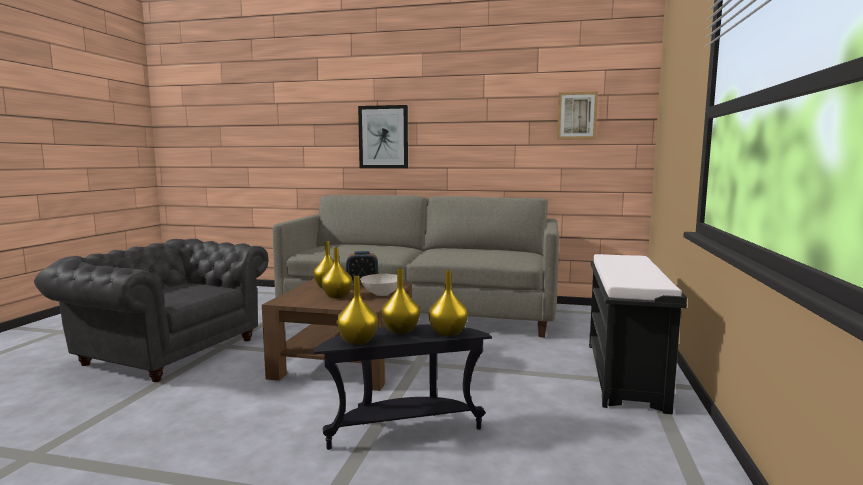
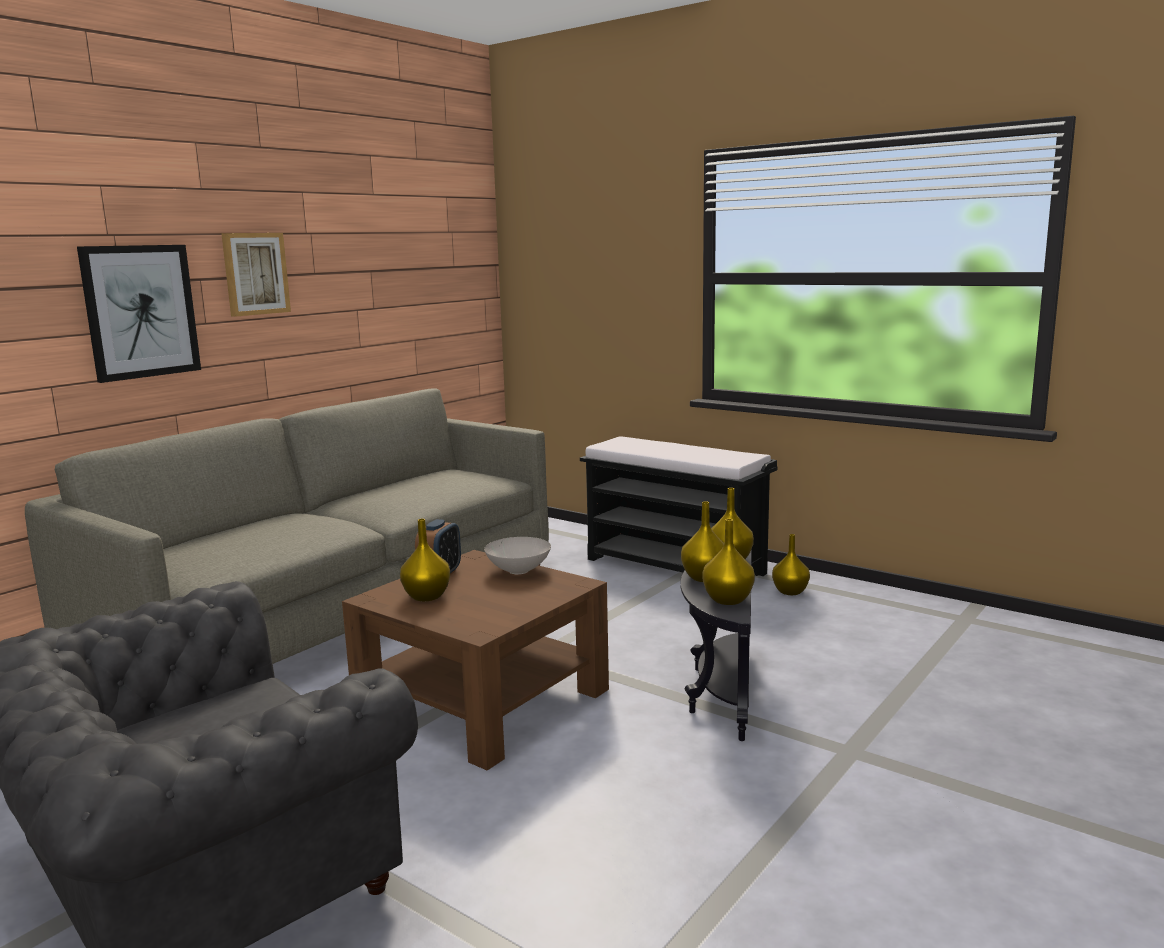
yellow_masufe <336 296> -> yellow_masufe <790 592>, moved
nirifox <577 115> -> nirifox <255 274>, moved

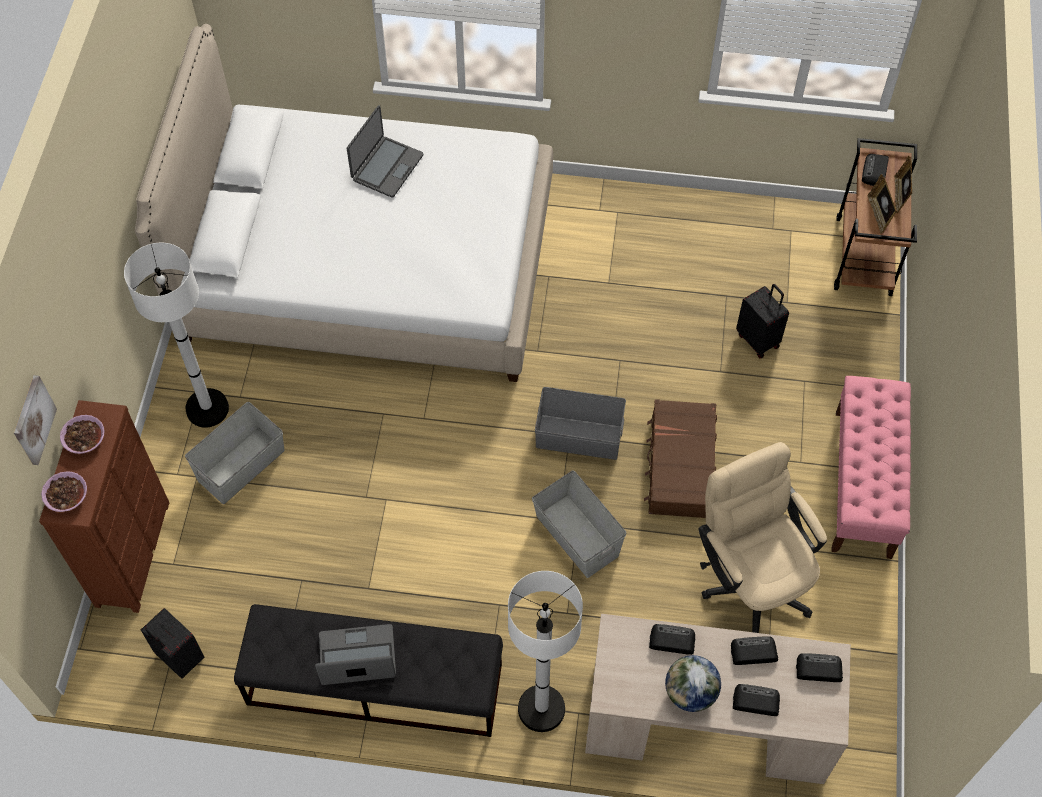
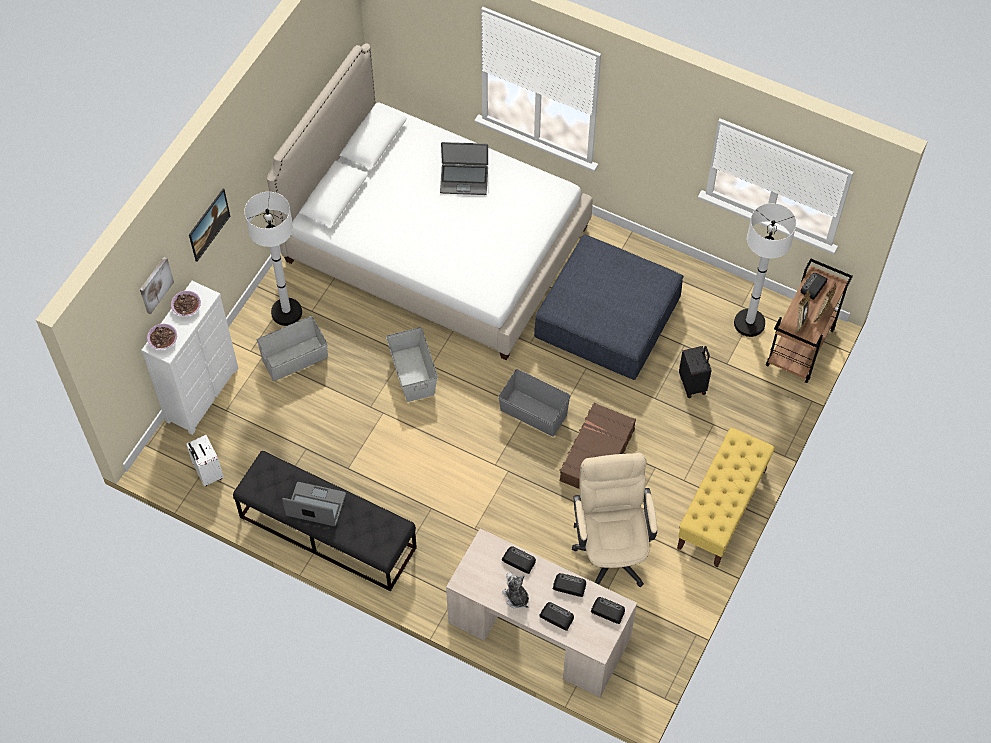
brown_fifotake <134 553> -> white_fifotake <203 395>
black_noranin <179 658> -> white_noranin <207 473>
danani <386 167> -> danani <464 179>, 45 degrees clockwise
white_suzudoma <541 709> -> white_suzudoma <749 323>, moved
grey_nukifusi <577 536> -> grey_nukifusi <412 374>, moved
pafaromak <690 693> -> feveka <516 597>
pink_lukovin <863 484> -> yellow_lukovin <721 509>
none -> nirifox <210 231>
none -> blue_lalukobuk <607 318>

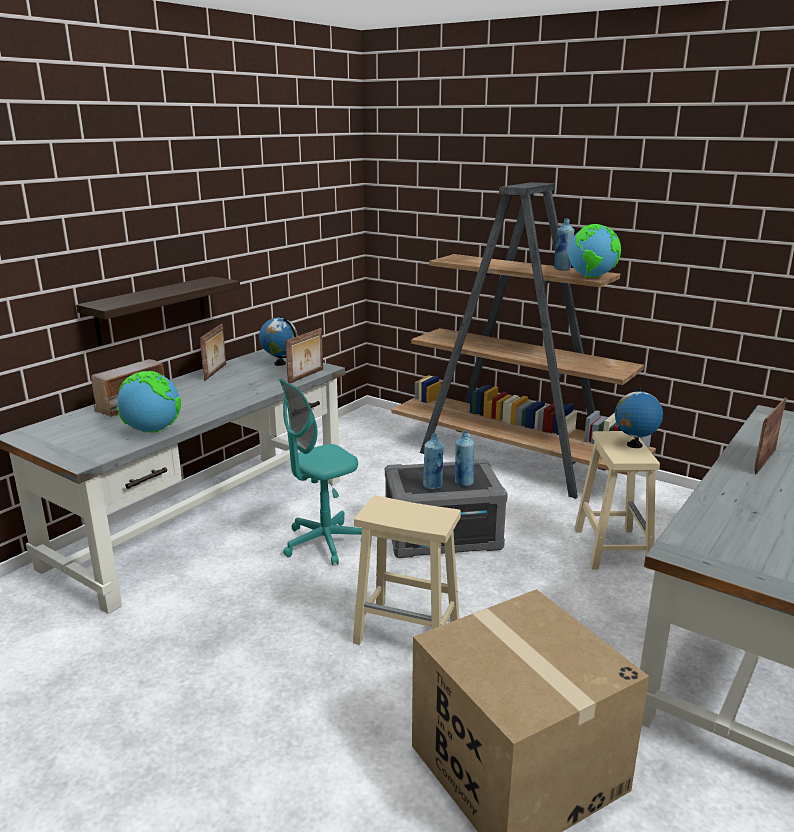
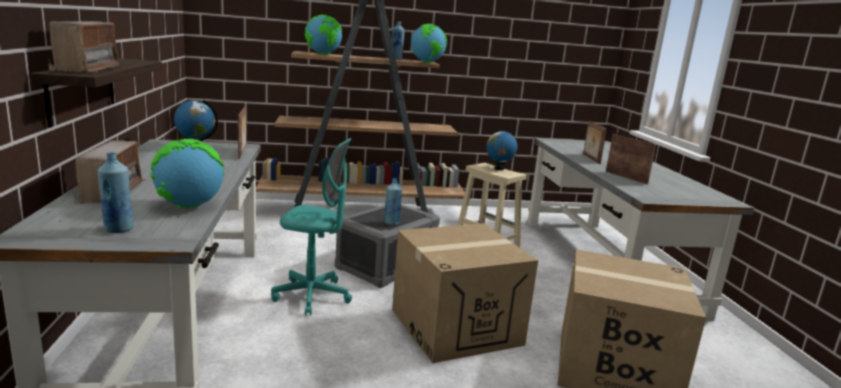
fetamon <216 372> -> fetamon <626 177>, moved
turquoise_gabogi <324 543> -> turquoise_gabogi <312 296>, 90 degrees counterclockwise
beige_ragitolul <409 631> -> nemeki <456 326>
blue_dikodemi <463 483> -> blue_dikodemi <118 229>, moved
none -> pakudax <88 69>
none -> pafaromak <323 54>

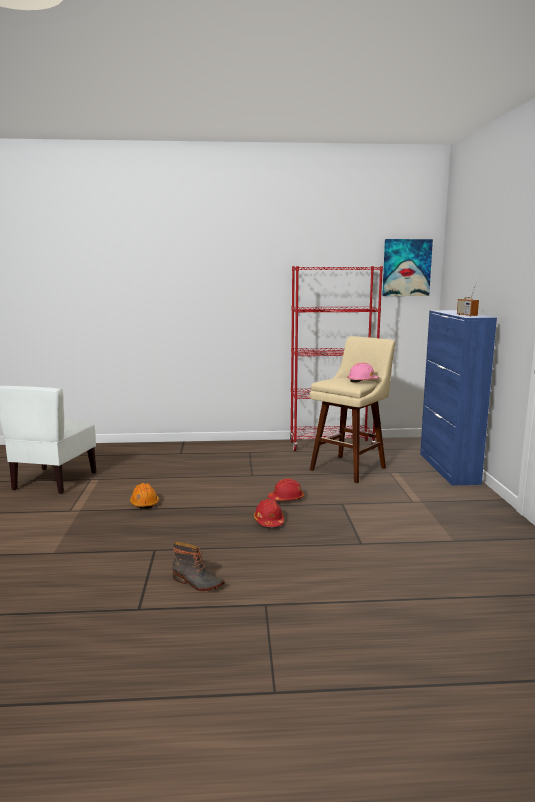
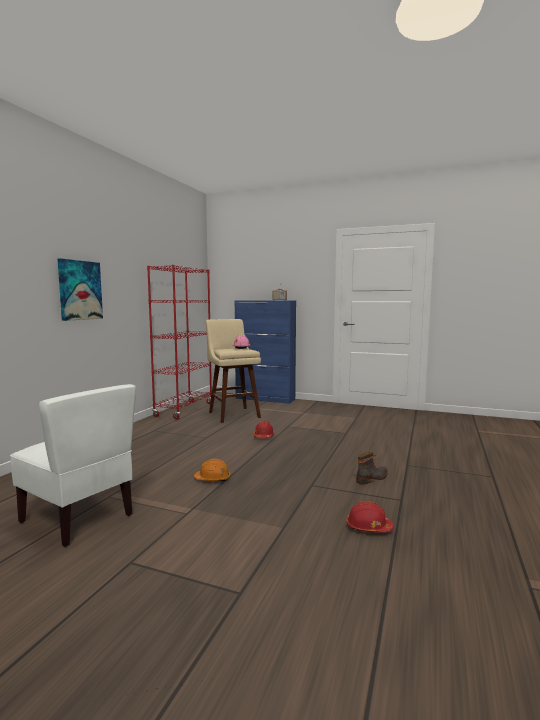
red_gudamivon <269 521> -> red_gudamivon <368 527>, moved
nirifox <406 267> -> nirifox <80 290>, moved

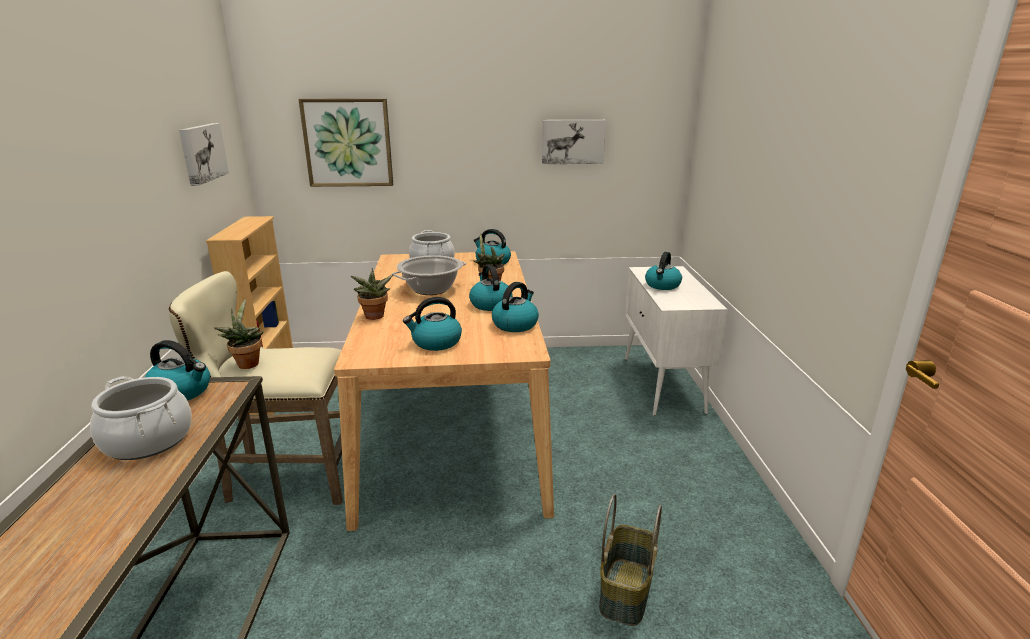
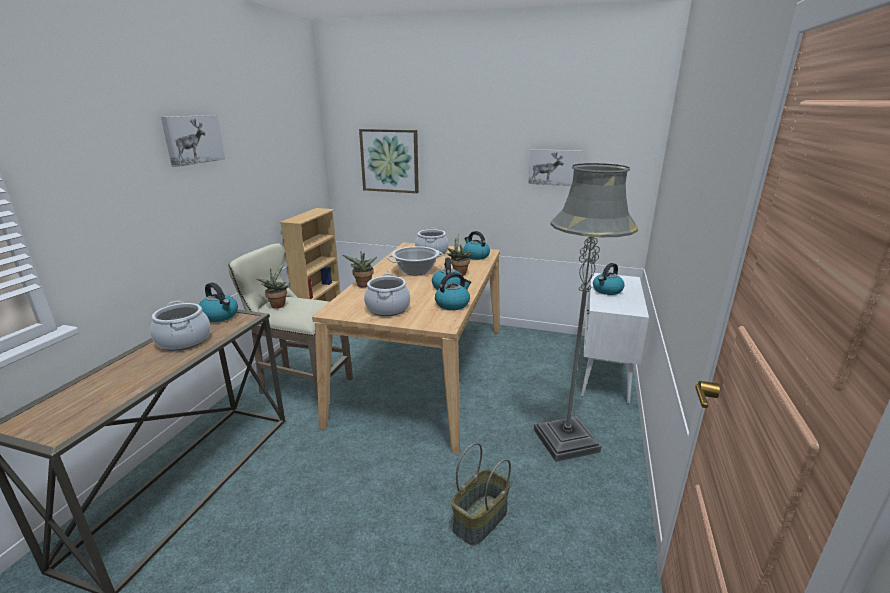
nirifox <202 153> -> nirifox <192 139>, moved
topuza <436 342> -> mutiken <388 309>
none -> grey_suzudoma <566 440>

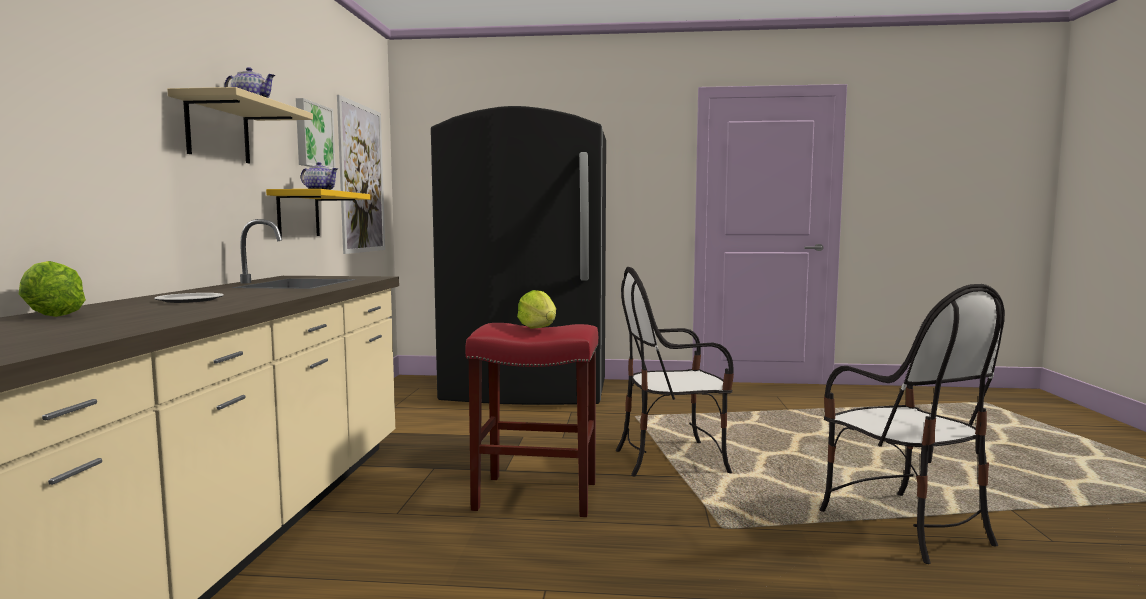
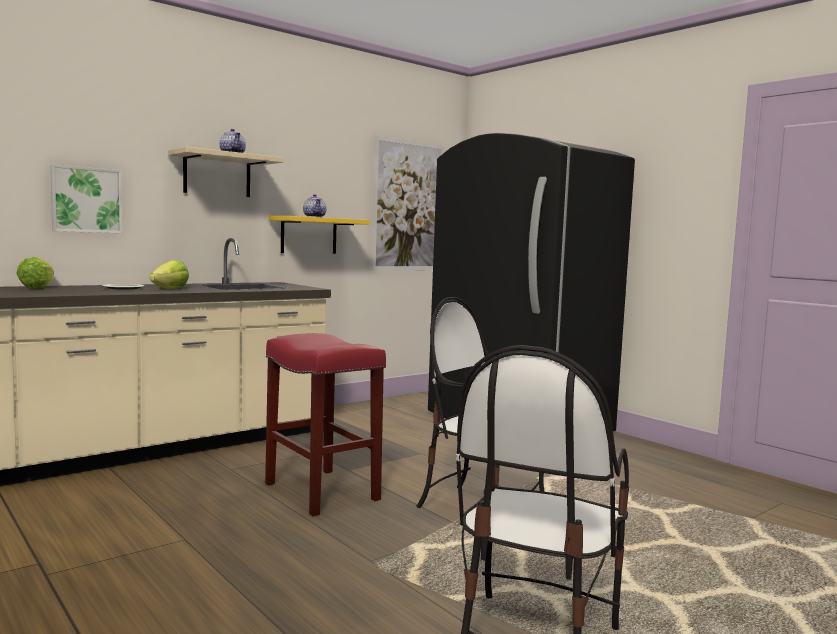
nirifox <313 135> -> nirifox <86 200>, moved
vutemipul <539 328> -> vutemipul <170 289>, moved

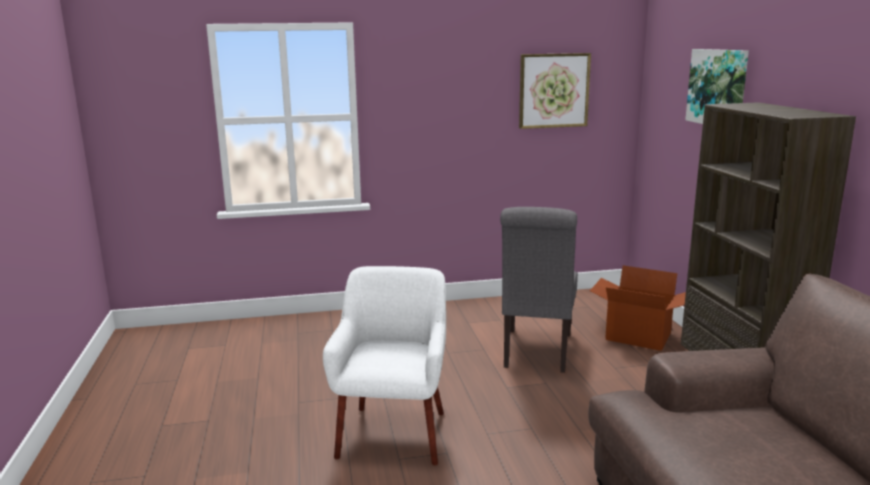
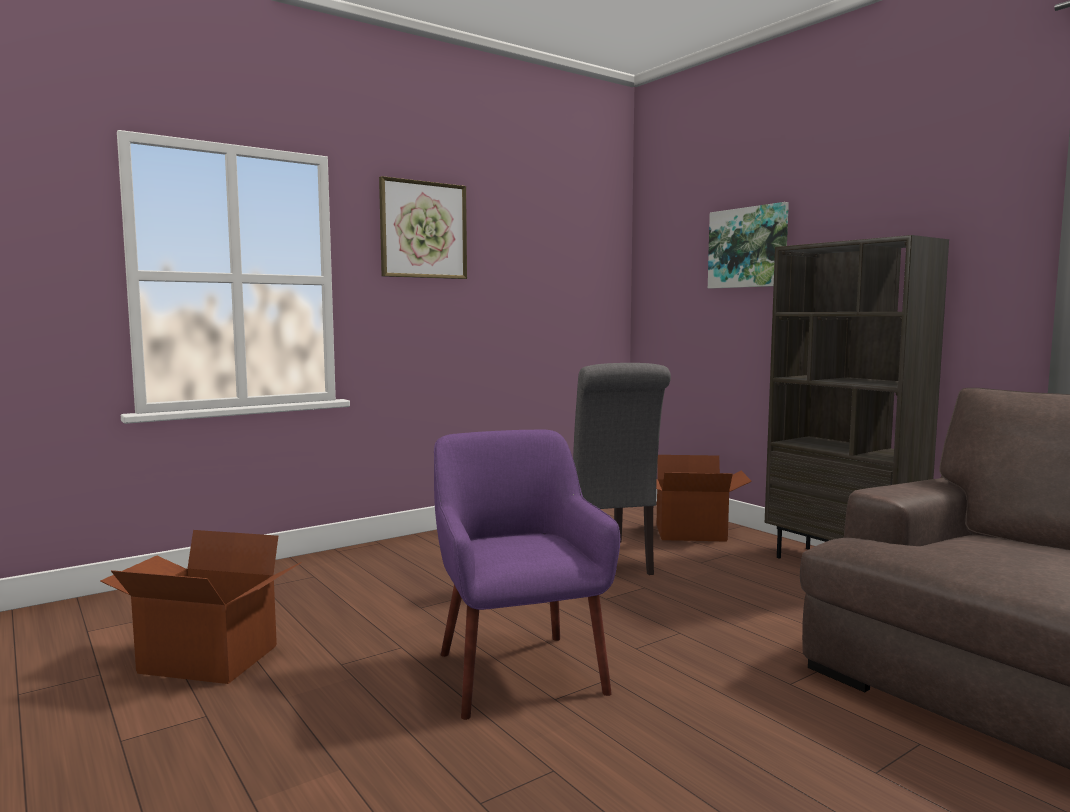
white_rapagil <394 433> -> purple_rapagil <518 672>
nirifox <554 90> -> nirifox <423 230>, moved
none -> nemeki <207 660>

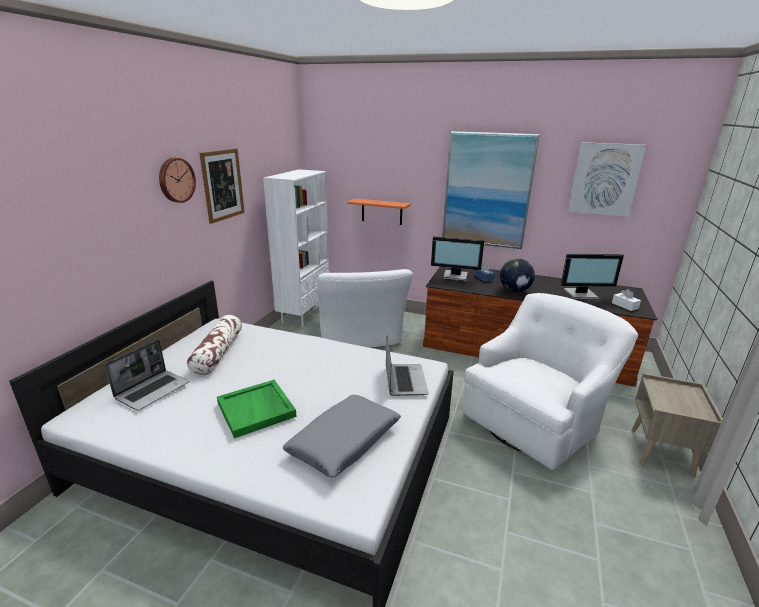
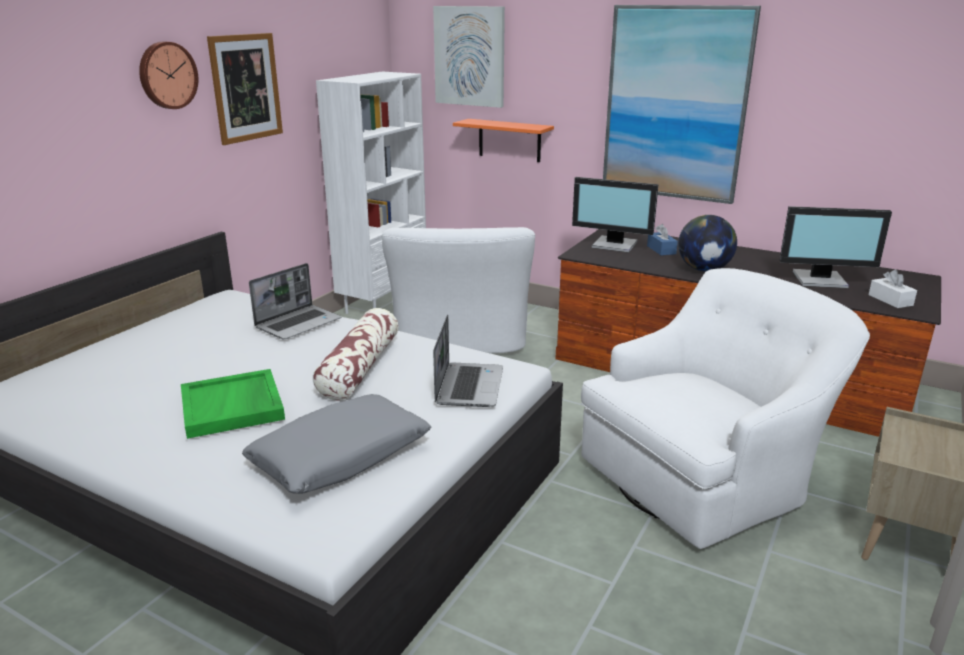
danani <153 390> -> danani <299 323>, moved
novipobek <218 353> -> novipobek <360 368>, moved
nirifox <604 179> -> nirifox <469 56>, moved

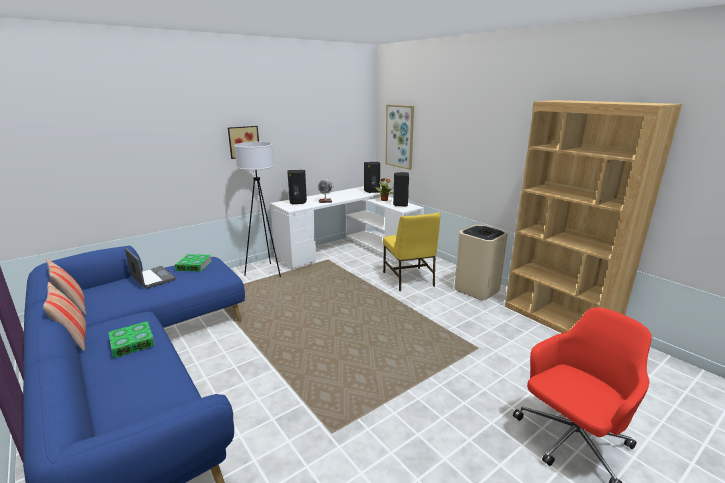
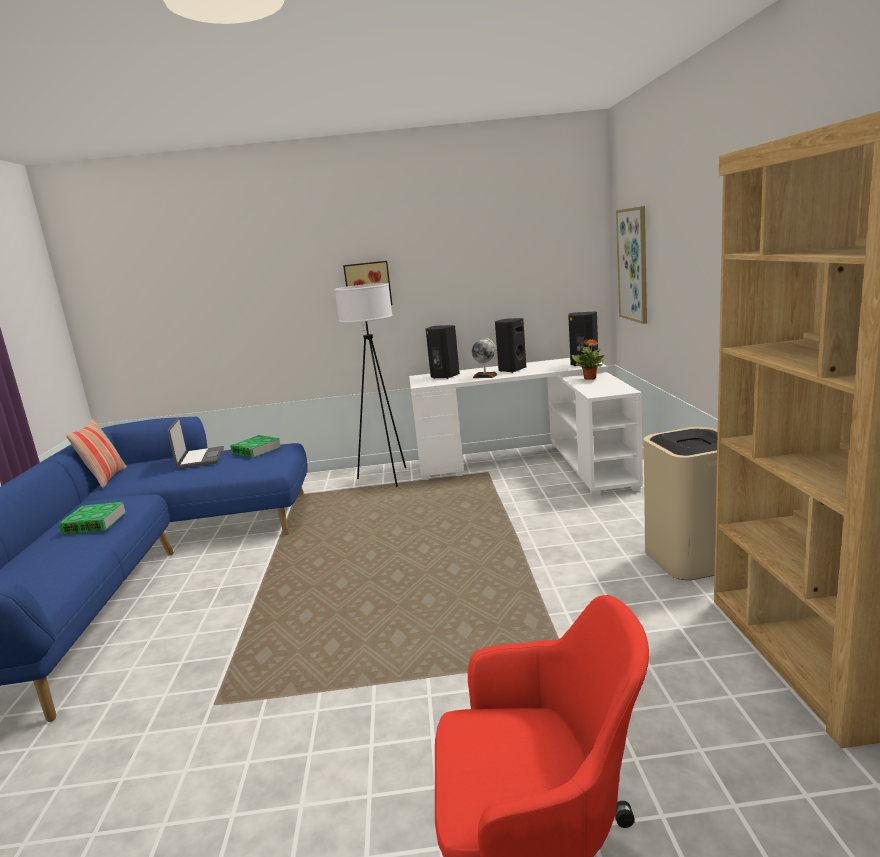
novipobek <74 339> -> none
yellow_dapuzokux <409 279> -> none
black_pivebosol <400 204> -> black_pivebosol <511 370>, moved

